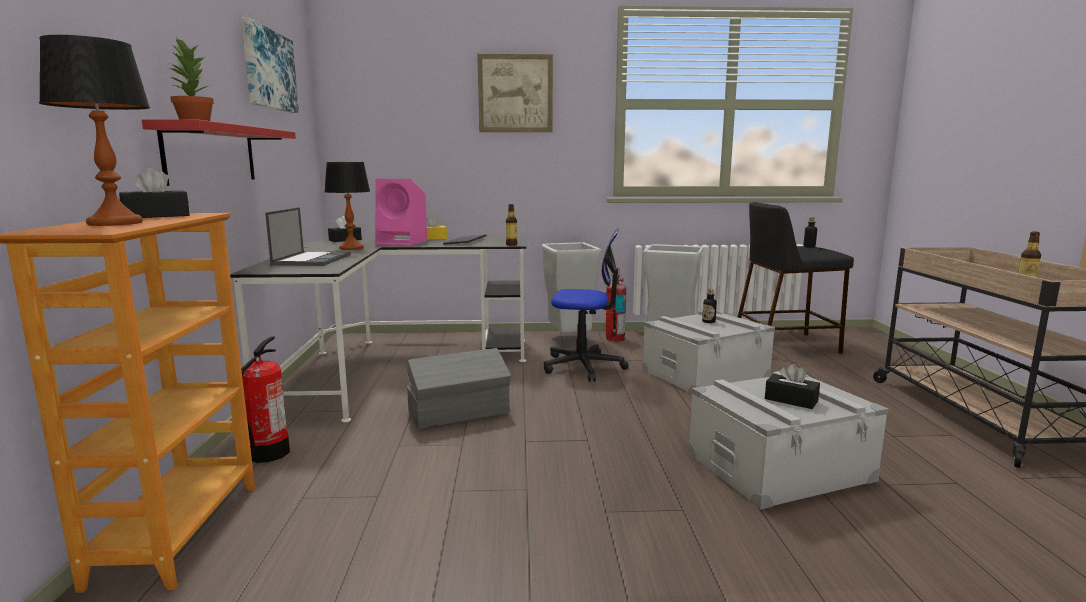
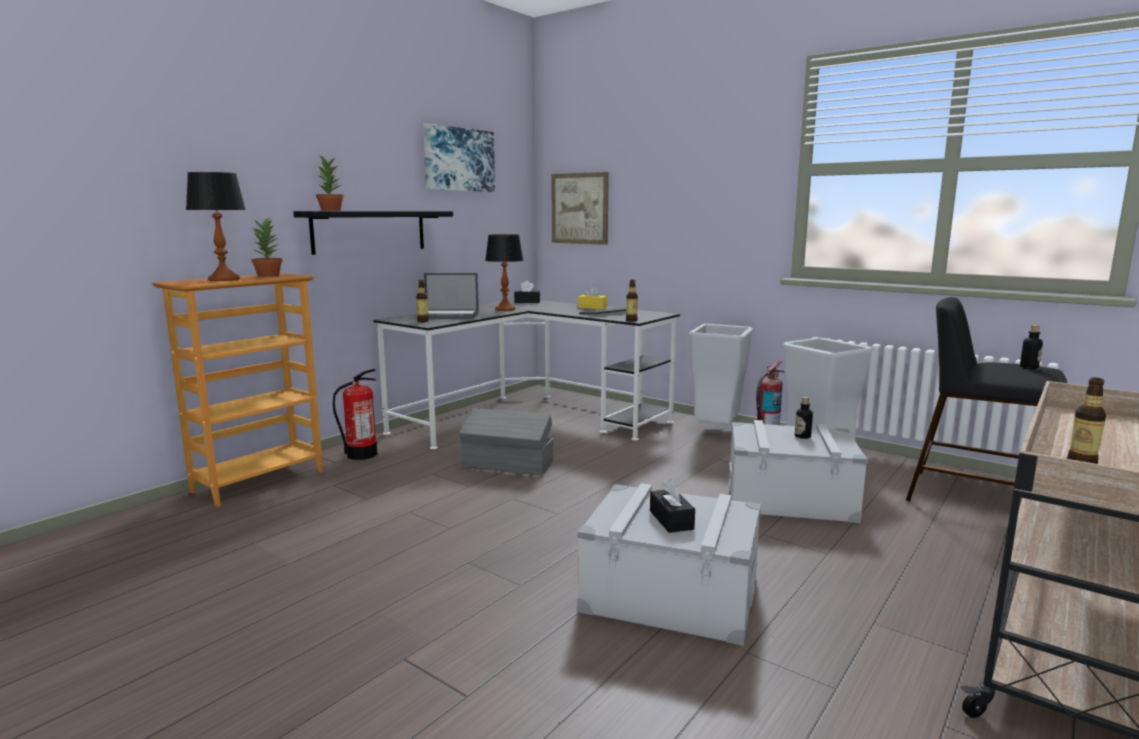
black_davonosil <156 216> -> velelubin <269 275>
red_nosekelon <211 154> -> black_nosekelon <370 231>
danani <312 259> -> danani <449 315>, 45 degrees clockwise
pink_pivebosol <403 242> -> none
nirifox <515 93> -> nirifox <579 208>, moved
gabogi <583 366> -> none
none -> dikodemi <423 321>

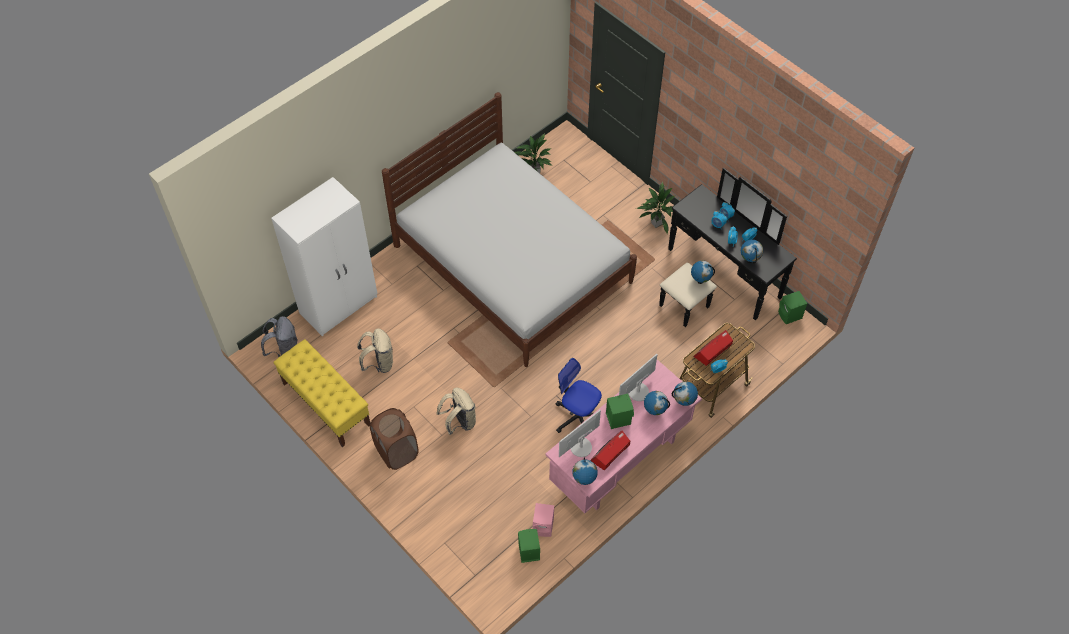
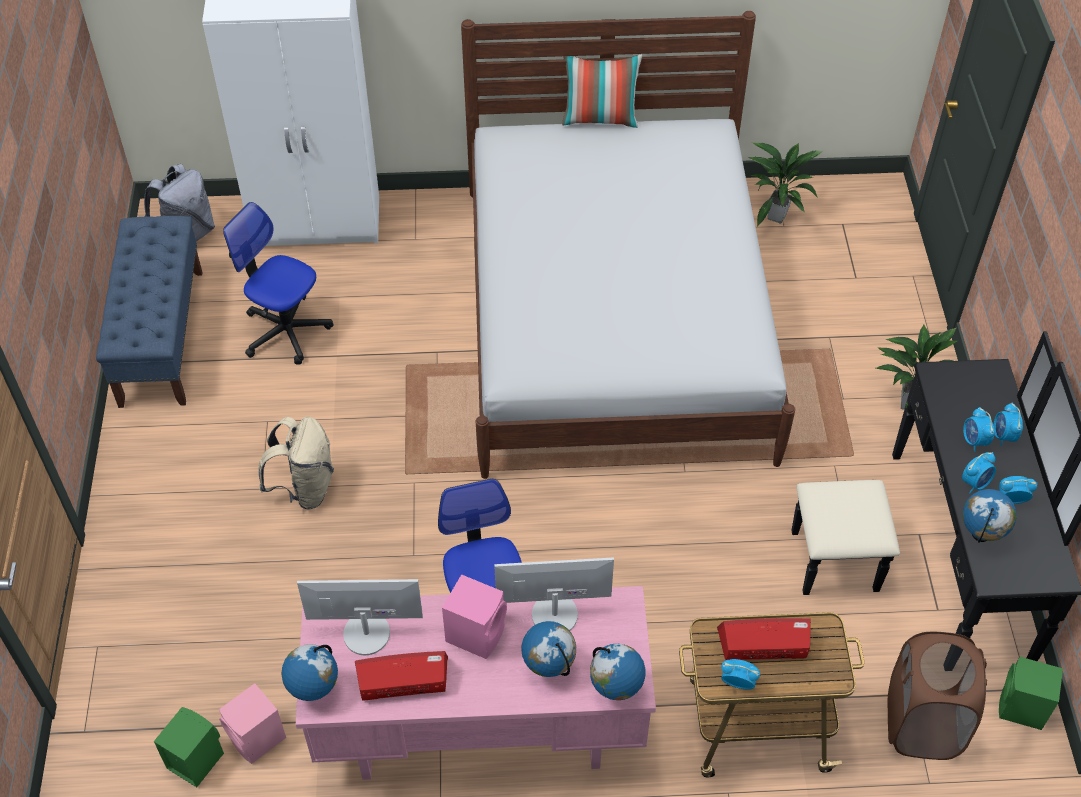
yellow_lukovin <326 404> -> blue_lukovin <161 337>
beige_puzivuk <379 363> -> gabogi <286 330>
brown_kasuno <397 452> -> brown_kasuno <922 724>, moved
green_pivebosol <618 418> -> pink_pivebosol <477 632>
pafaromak <700 280> -> none
none -> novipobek <600 119>

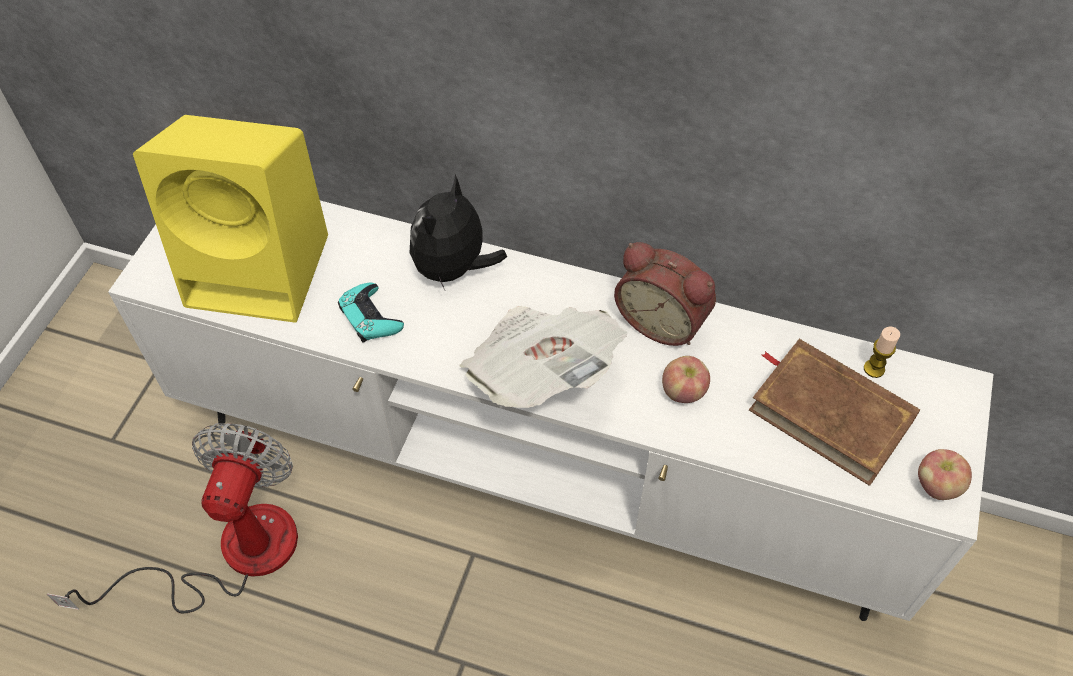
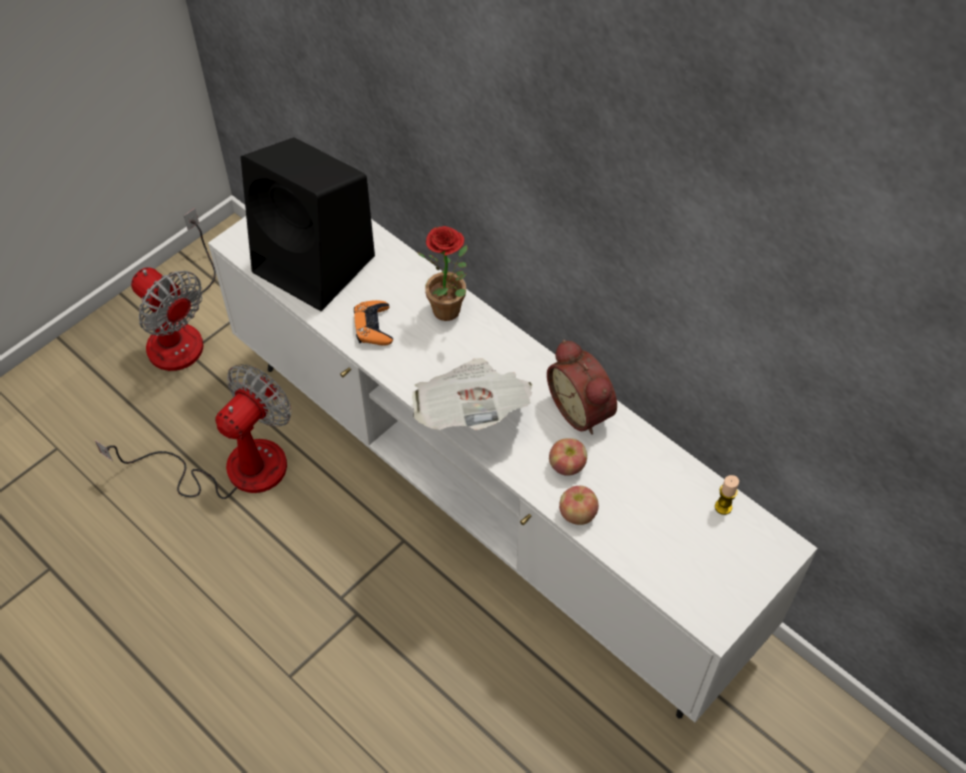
yellow_pivebosol <262 270> -> black_pivebosol <317 265>
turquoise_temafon <370 317> -> orange_temafon <373 327>
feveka <454 269> -> velelubin <450 314>
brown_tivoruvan <830 414> -> none
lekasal <936 486> -> lekasal <577 514>, moved
none -> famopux <180 330>

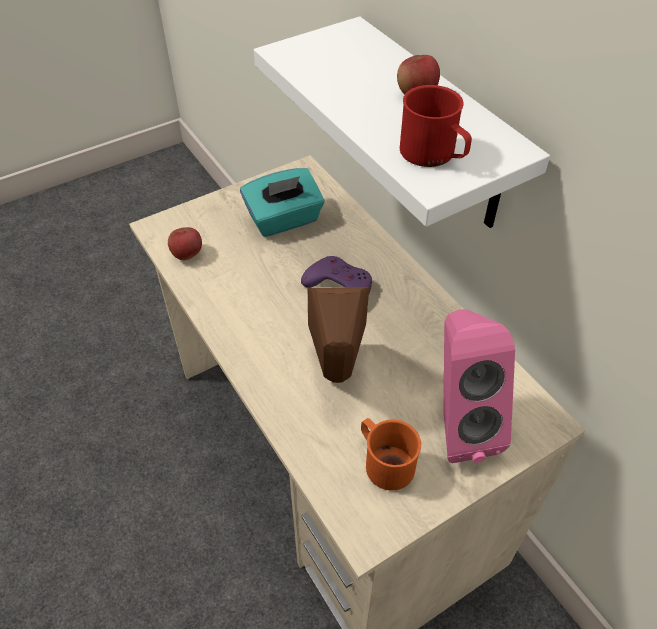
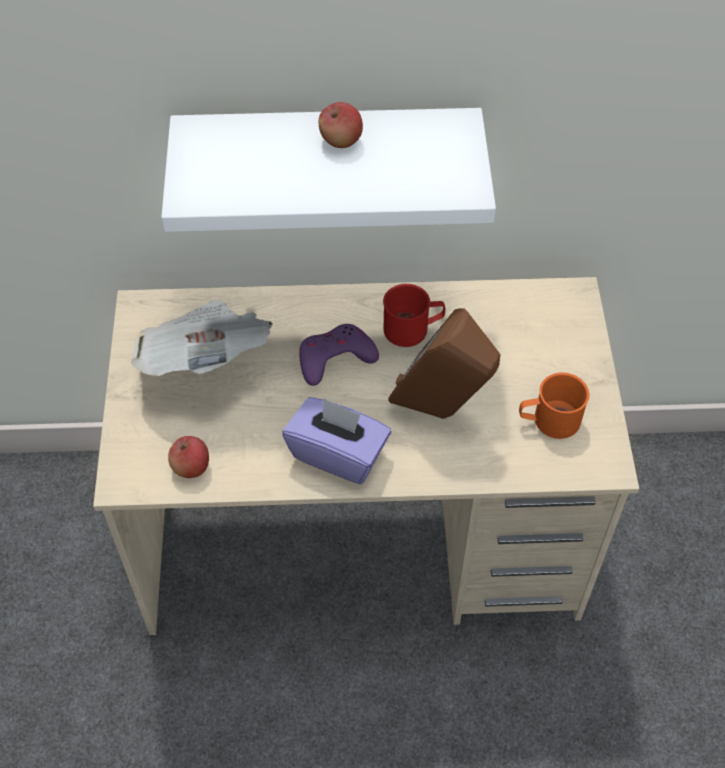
turquoise_davonosil <284 220> -> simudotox <205 359>
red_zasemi <434 155> -> red_zasemi <413 329>, moved
pink_pivebosol <458 425> -> none
none -> purple_davonosil <338 454>

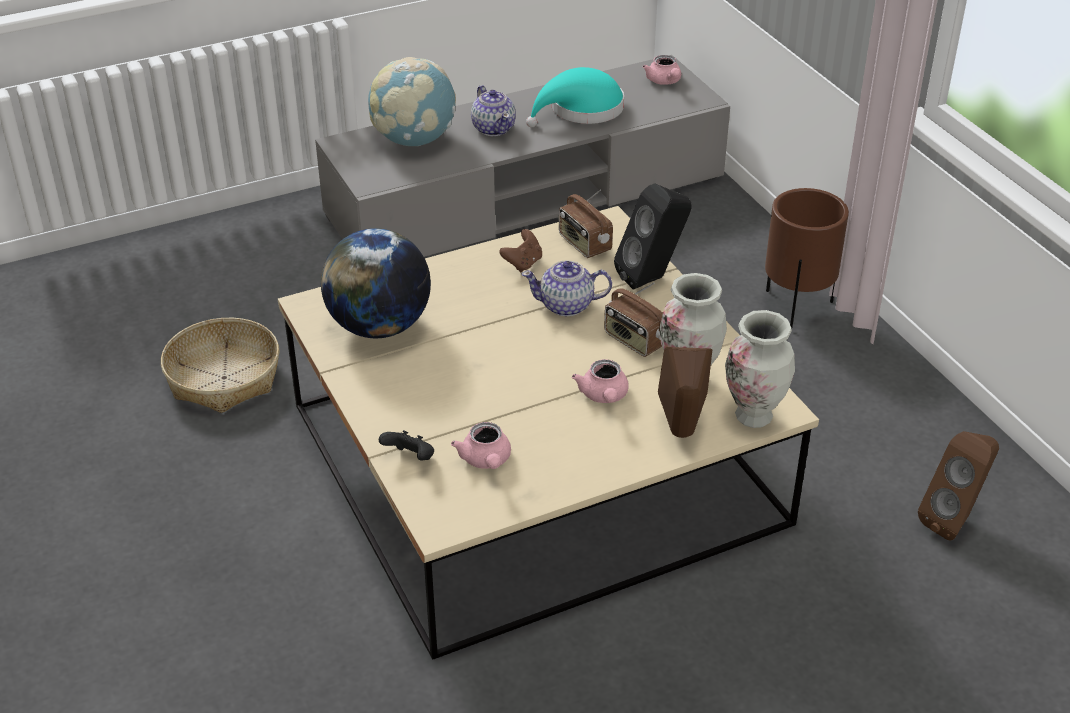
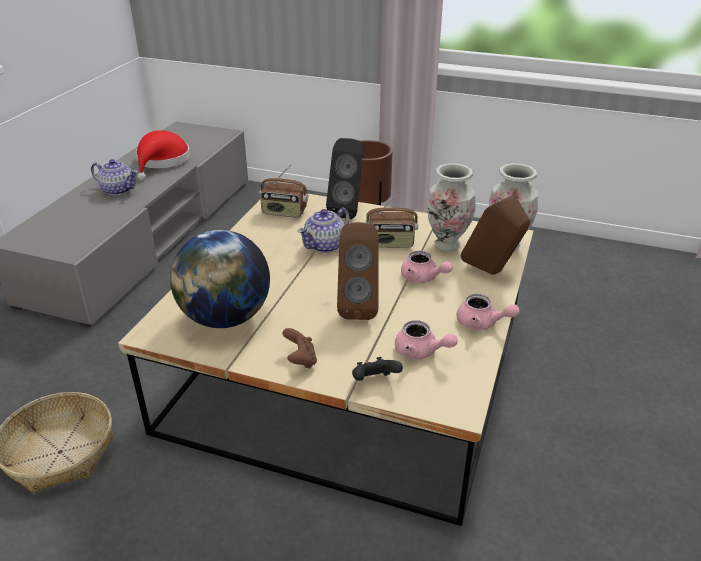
pafaromak <414 140> -> none
brown_temafon <523 263> -> brown_temafon <300 360>, moved
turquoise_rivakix <581 110> -> red_rivakix <162 161>
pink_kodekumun <664 81> -> pink_kodekumun <482 323>, moved
brown_pivebosol <953 521> -> brown_pivebosol <358 306>, moved

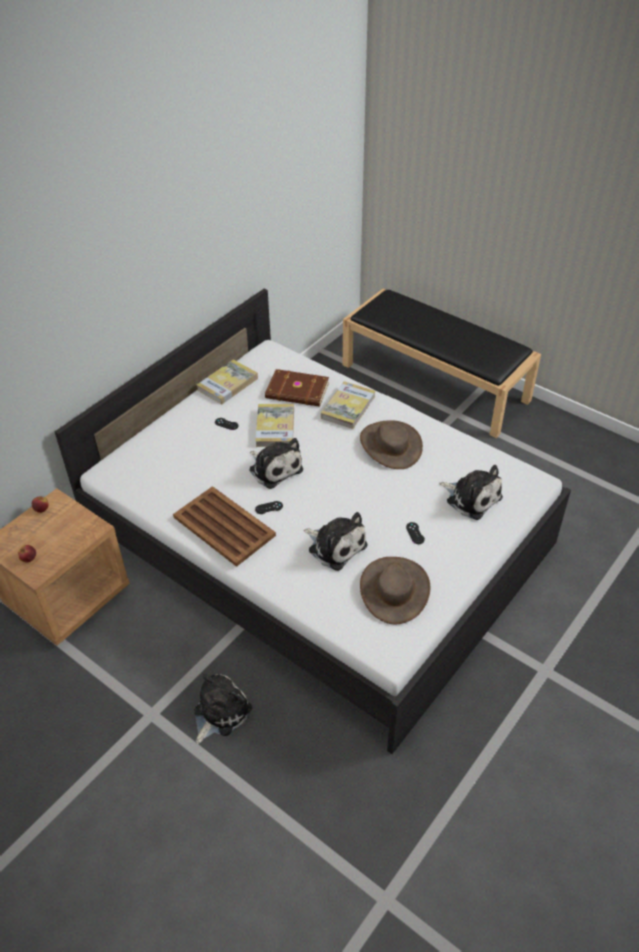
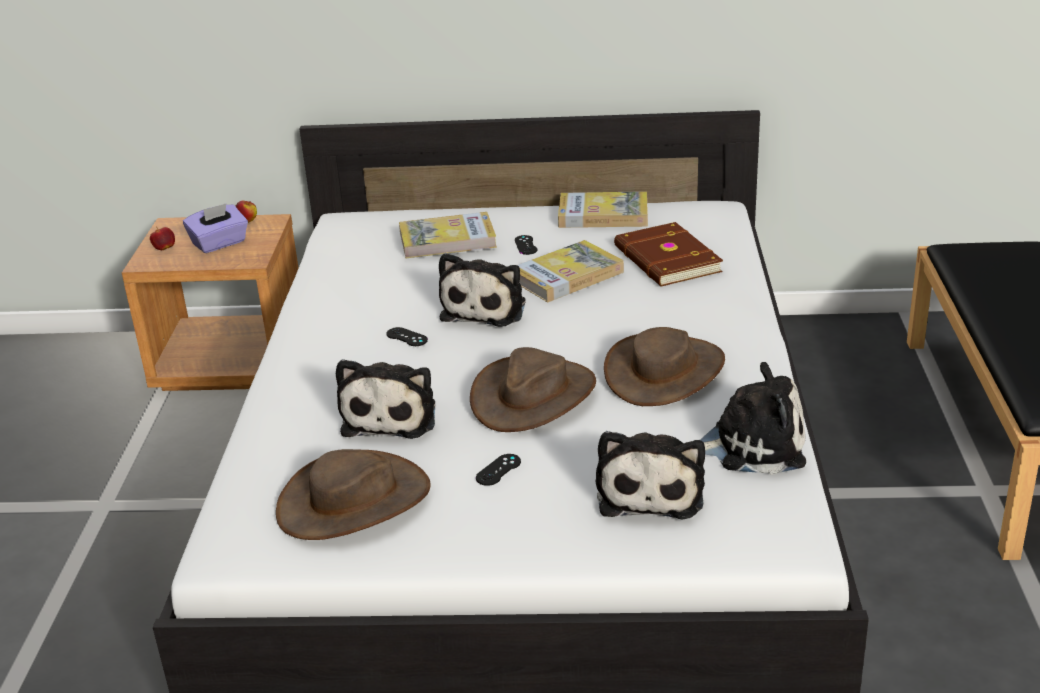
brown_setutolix <223 525> -> none
feveka <219 712> -> feveka <751 445>, moved
tivoruvan <348 407> -> tivoruvan <447 240>, moved
none -> purple_davonosil <219 243>
none -> brown_rivakix <533 395>

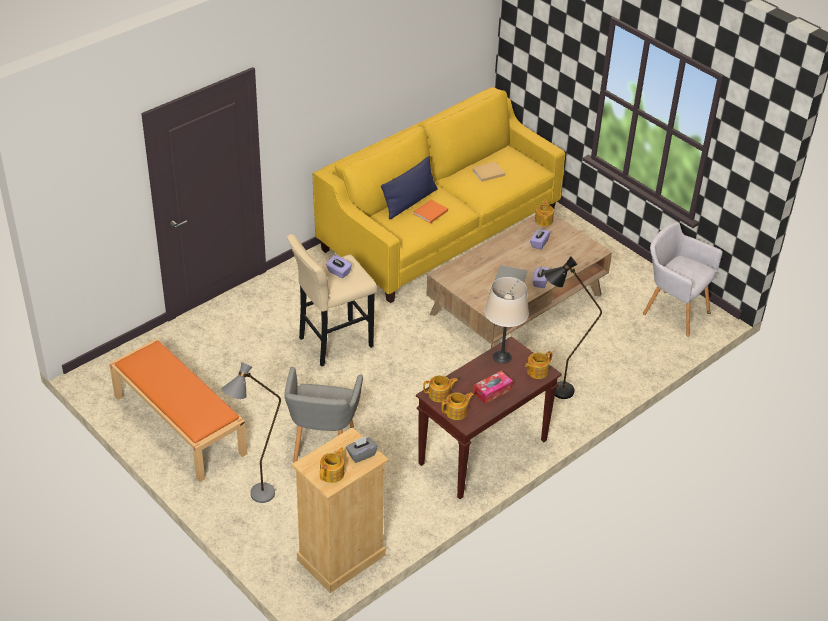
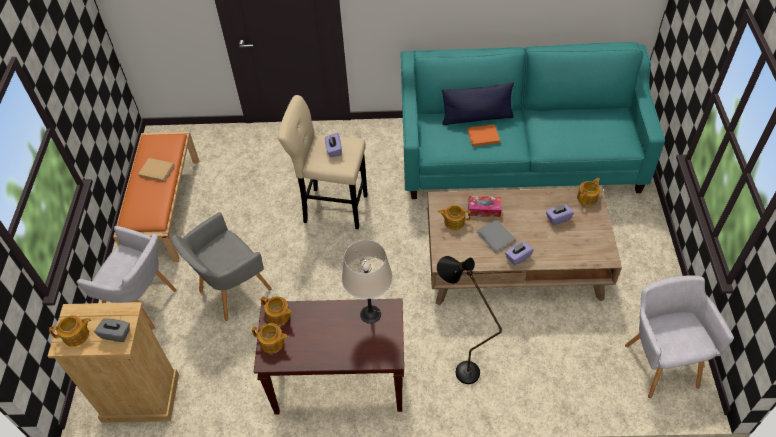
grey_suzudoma <256 499> -> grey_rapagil <144 303>
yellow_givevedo <439 232> -> turquoise_givevedo <518 158>
beige_tivoruvan <487 173> -> beige_tivoruvan <155 170>, moved
davonosil <492 391> -> davonosil <484 209>, moved
kodekumun <536 371> -> kodekumun <454 222>, moved

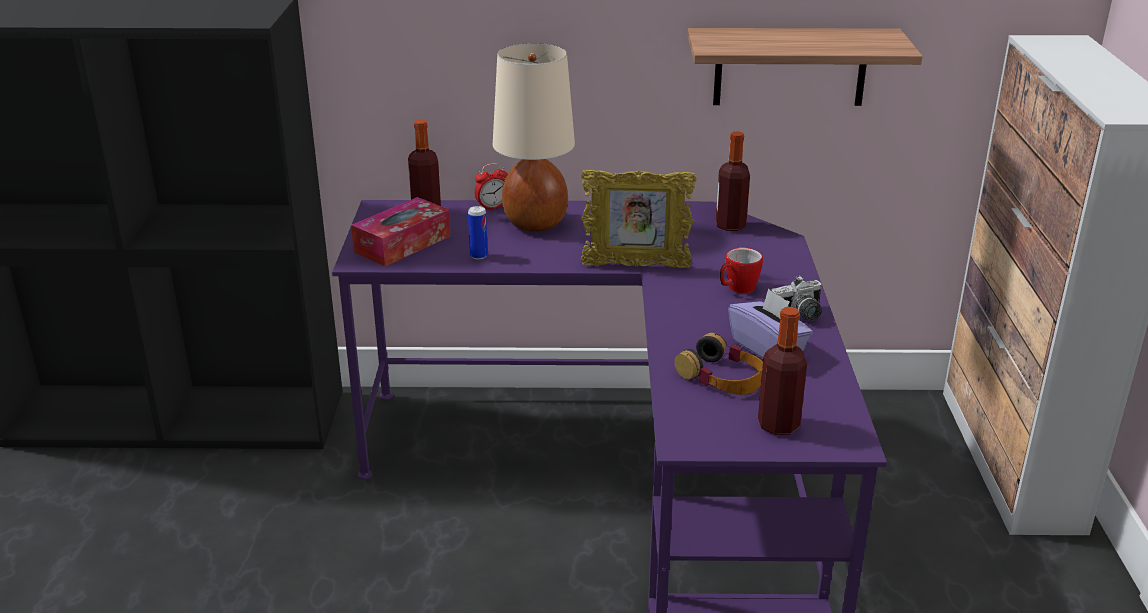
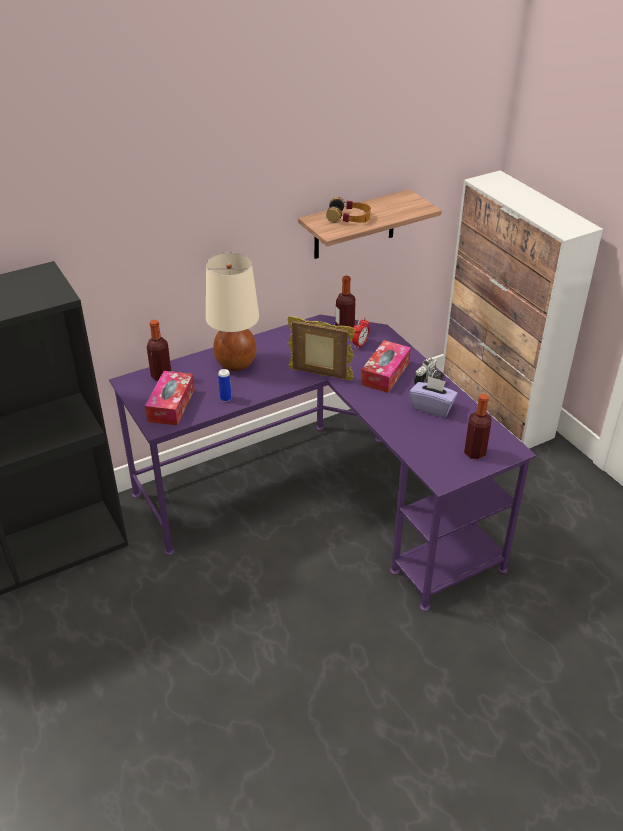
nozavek <492 207> -> nozavek <360 344>, moved
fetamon <636 266> -> fetamon <320 375>, 135 degrees counterclockwise
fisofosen <722 377> -> fisofosen <349 217>, moved
zasemi <737 289> -> davonosil <385 373>

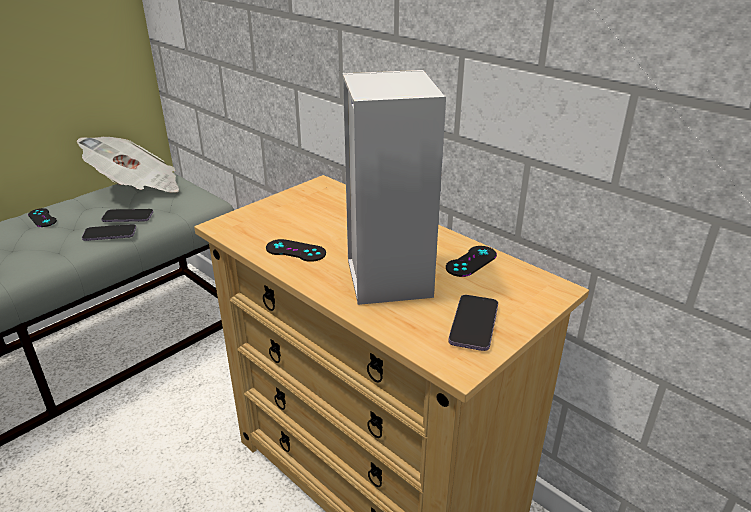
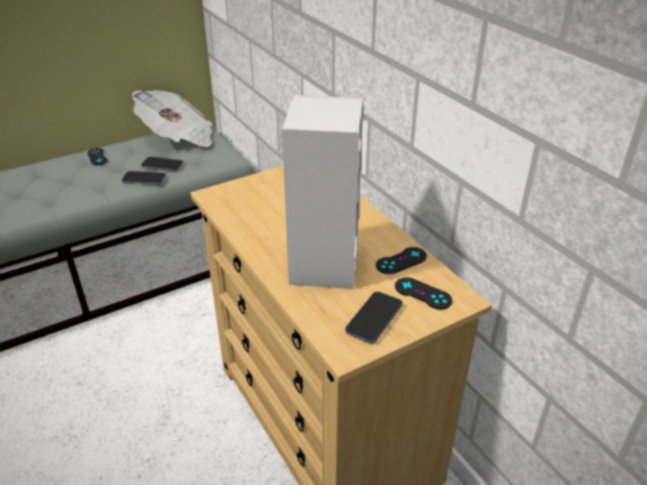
black_temafon <295 251> -> black_temafon <423 293>, moved

